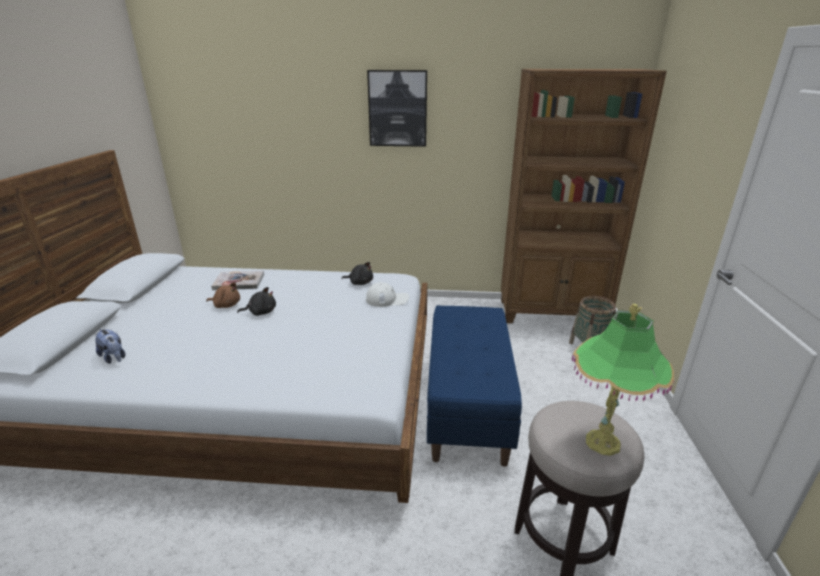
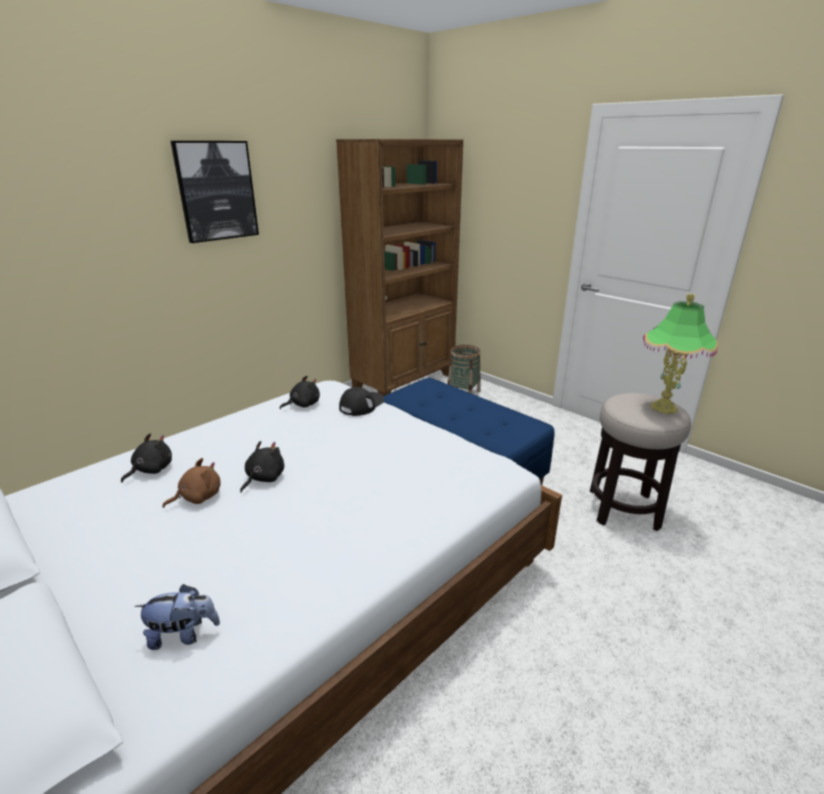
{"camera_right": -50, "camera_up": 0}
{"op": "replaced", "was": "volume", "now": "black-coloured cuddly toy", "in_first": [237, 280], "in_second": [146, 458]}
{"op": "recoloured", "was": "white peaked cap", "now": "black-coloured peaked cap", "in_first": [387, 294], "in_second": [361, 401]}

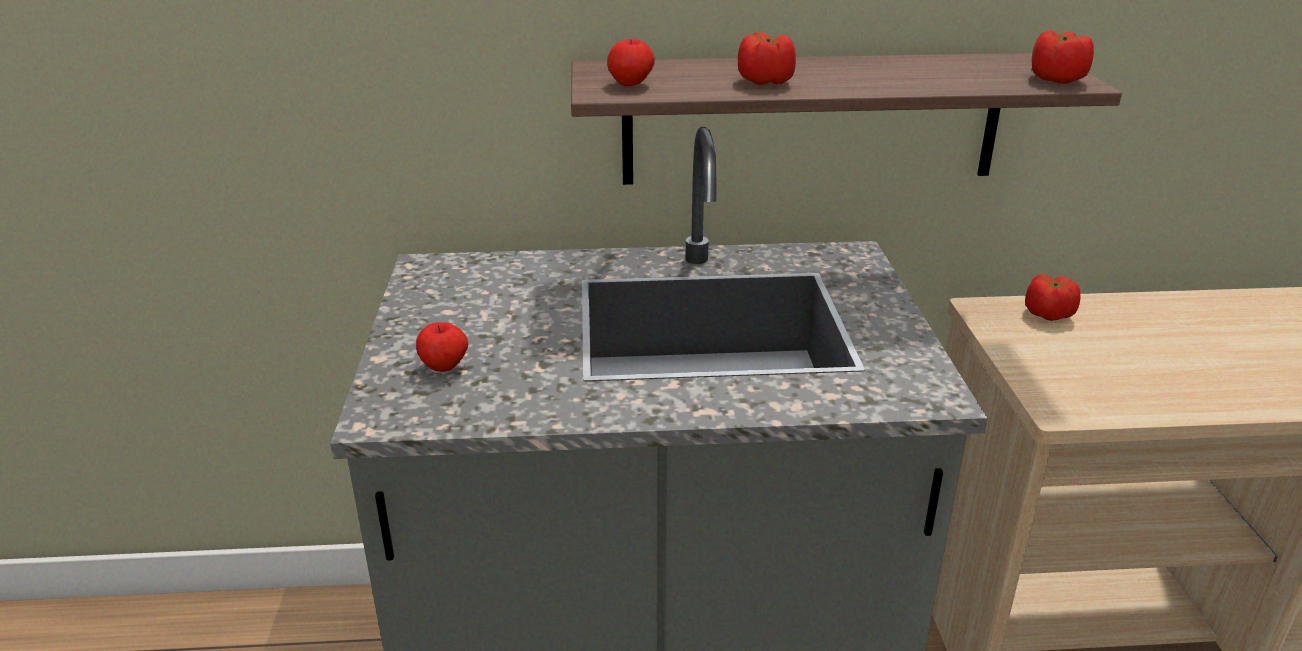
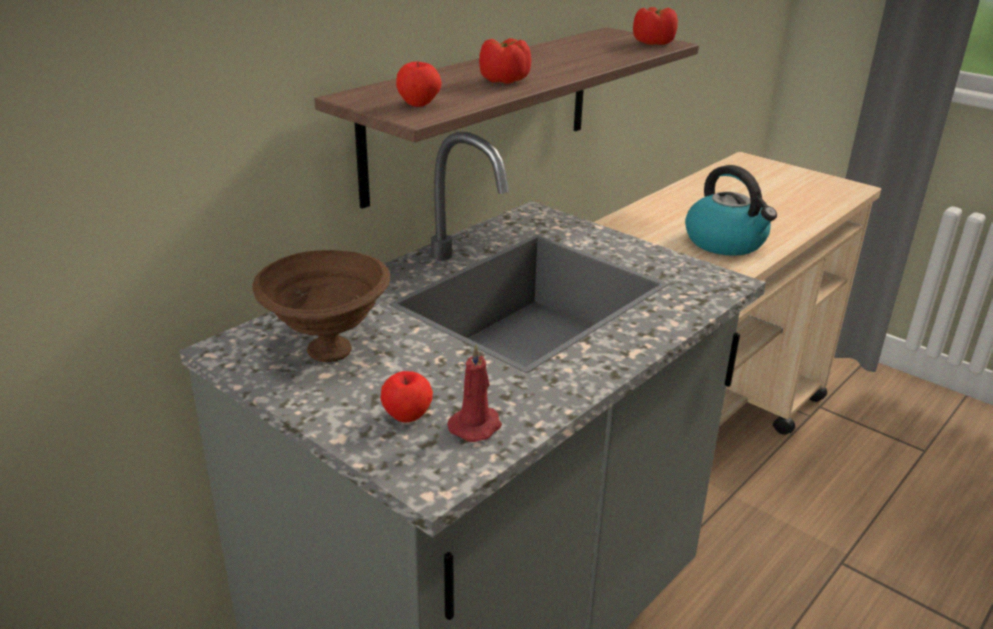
{"camera_right": -45, "camera_up": 0}
{"op": "removed", "was": "fresh tomato", "in_first": [1052, 297]}
{"op": "added", "now": "brownish deep dish", "in_second": [321, 306]}
{"op": "added", "now": "red-coloured wax candle", "in_second": [474, 393]}
{"op": "added", "now": "water kettle", "in_second": [731, 210]}

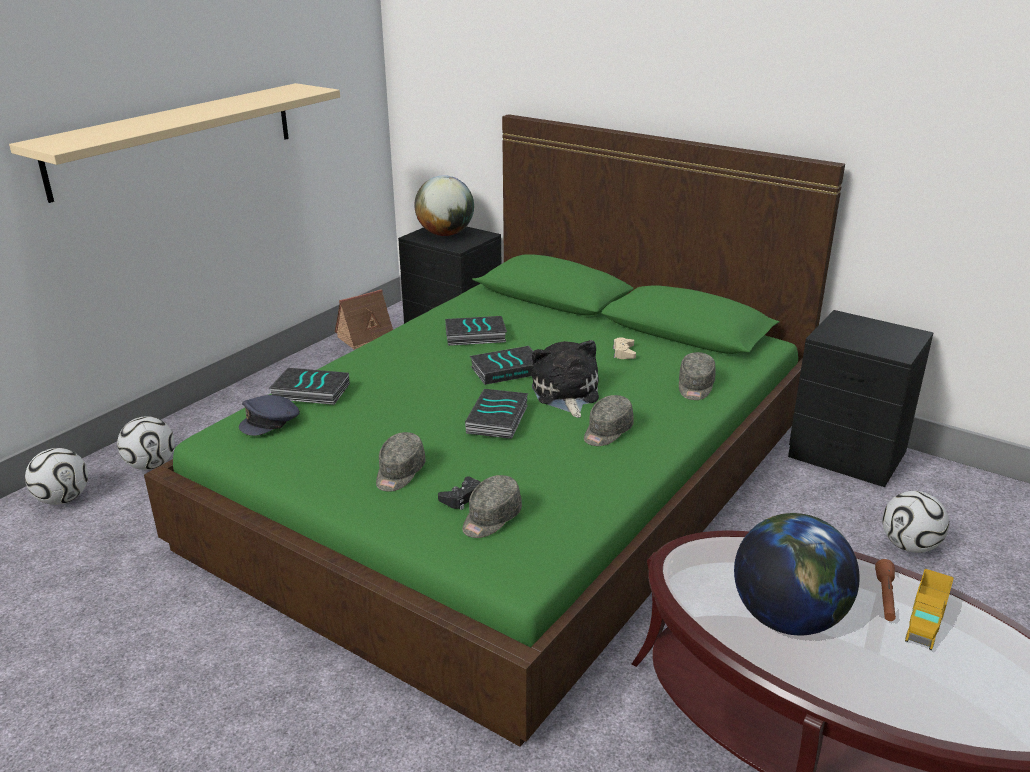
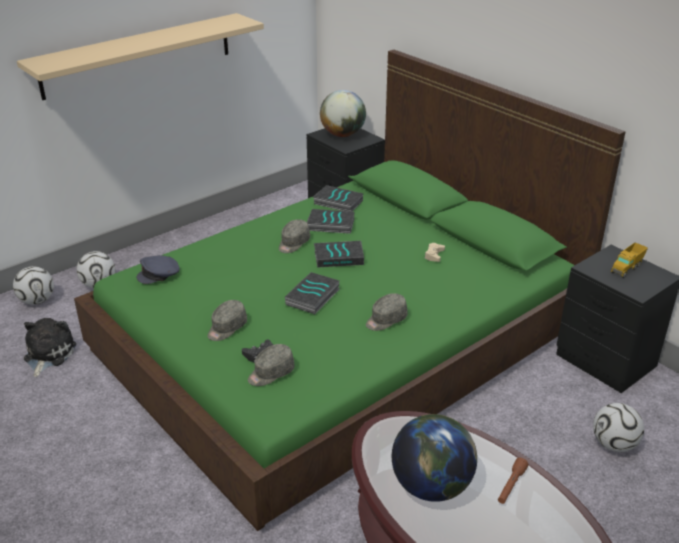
{"camera_right": 15, "camera_up": 5}
{"op": "moved", "was": "volume", "in_first": [309, 386], "in_second": [338, 198]}
{"op": "removed", "was": "model house", "in_first": [364, 319]}
{"op": "moved", "was": "cuddly toy", "in_first": [565, 379], "in_second": [50, 347]}
{"op": "moved", "was": "grey peaked cap", "in_first": [697, 376], "in_second": [294, 236]}
{"op": "moved", "was": "model truck", "in_first": [929, 609], "in_second": [629, 260]}

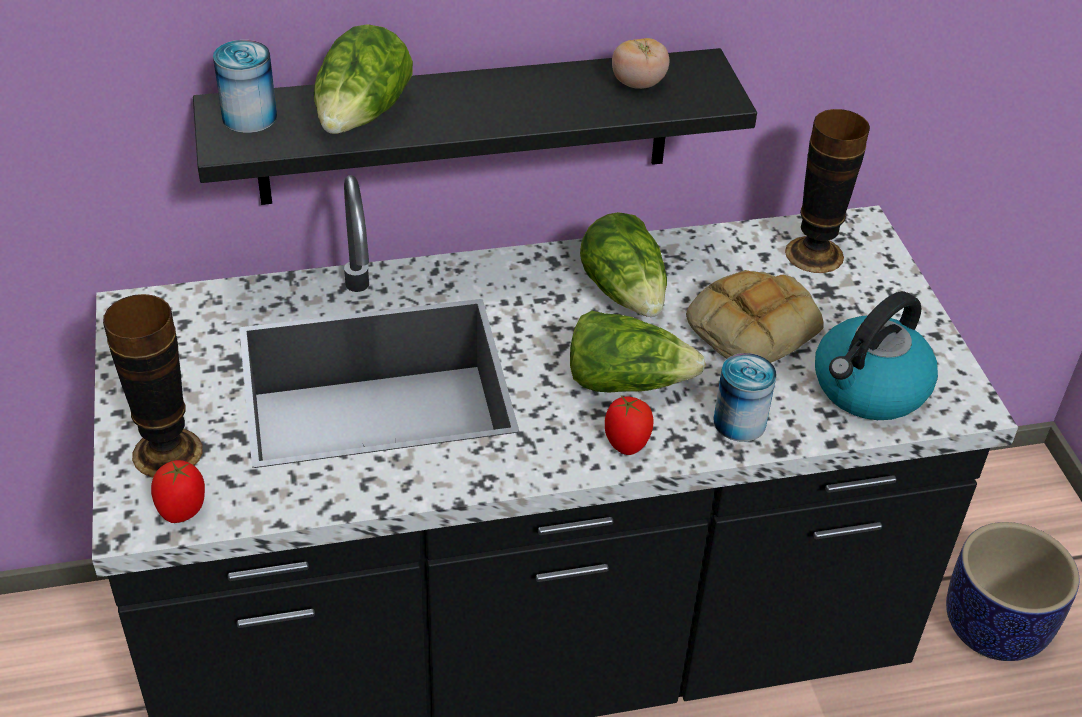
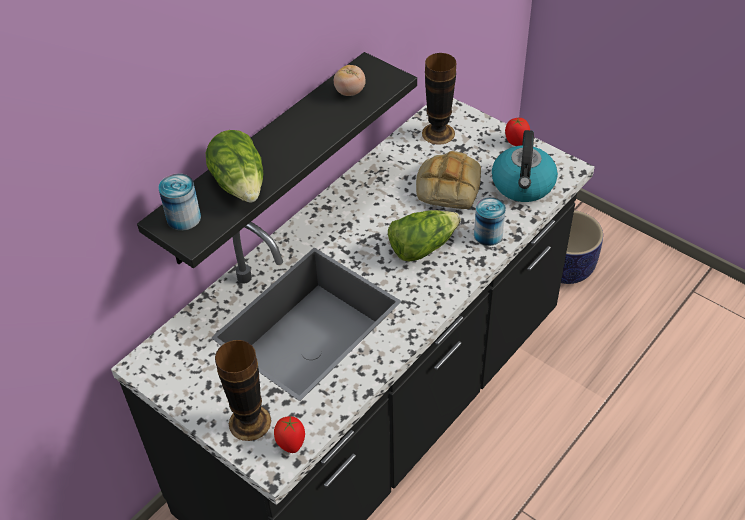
{"camera_right": -35, "camera_up": 5}
{"op": "removed", "was": "lettuce", "in_first": [623, 264]}
{"op": "moved", "was": "fresh tomato", "in_first": [629, 425], "in_second": [517, 132]}

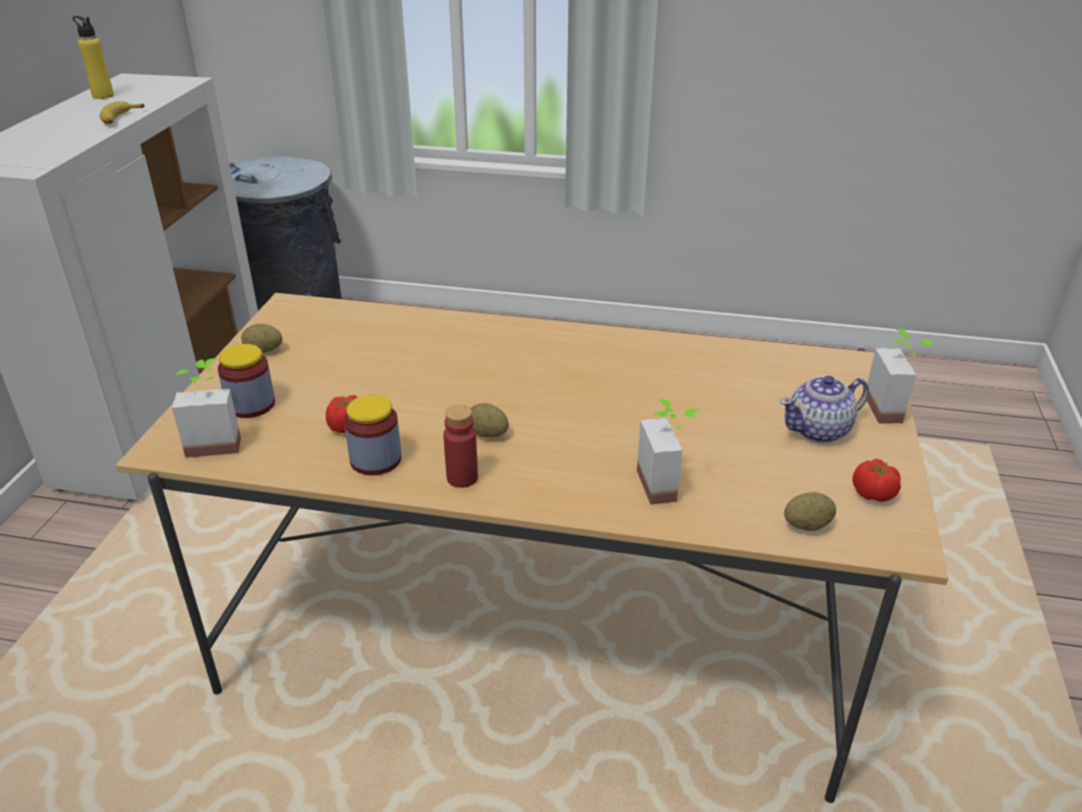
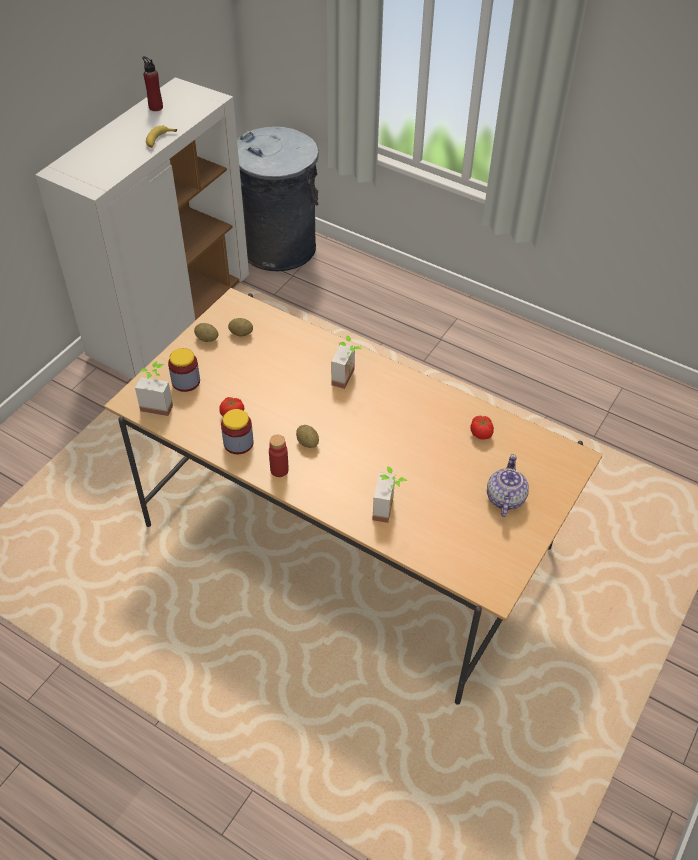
{"camera_right": 20, "camera_up": 15}
{"op": "recoloured", "was": "yellow beverage bottle", "now": "red-coloured beverage bottle", "in_first": [93, 57], "in_second": [152, 83]}
{"op": "turned", "was": "teapot", "in_first": [824, 409], "in_second": [508, 485], "clockwise": 105}
{"op": "moved", "was": "potato", "in_first": [810, 511], "in_second": [240, 327]}
{"op": "moved", "was": "fresh tomato", "in_first": [876, 480], "in_second": [482, 428]}
{"op": "moved", "was": "potted plant", "in_first": [900, 376], "in_second": [346, 362]}

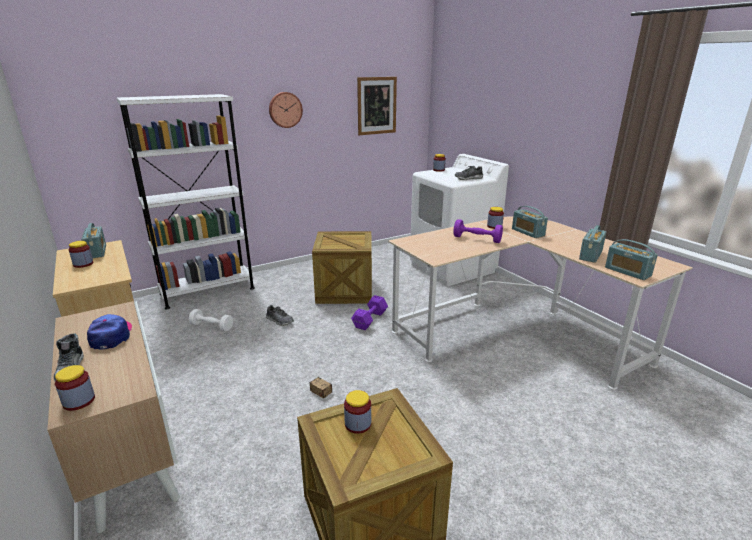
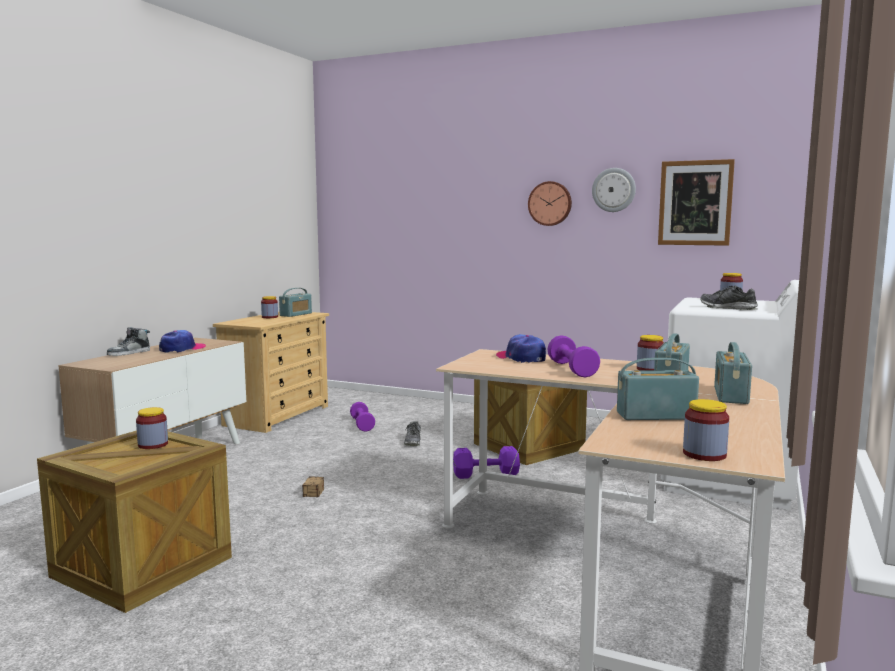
{"camera_right": 55, "camera_up": -15}
{"op": "moved", "was": "jar", "in_first": [75, 388], "in_second": [706, 430]}
{"op": "removed", "was": "white bookcase", "in_first": [186, 201]}
{"op": "recoloured", "was": "white free weight", "now": "purple free weight", "in_first": [211, 320], "in_second": [362, 417]}
{"op": "moved", "was": "radio set", "in_first": [631, 259], "in_second": [733, 373]}
{"op": "added", "now": "peaked cap", "in_second": [521, 348]}
{"op": "added", "now": "wall clock", "in_second": [614, 190]}

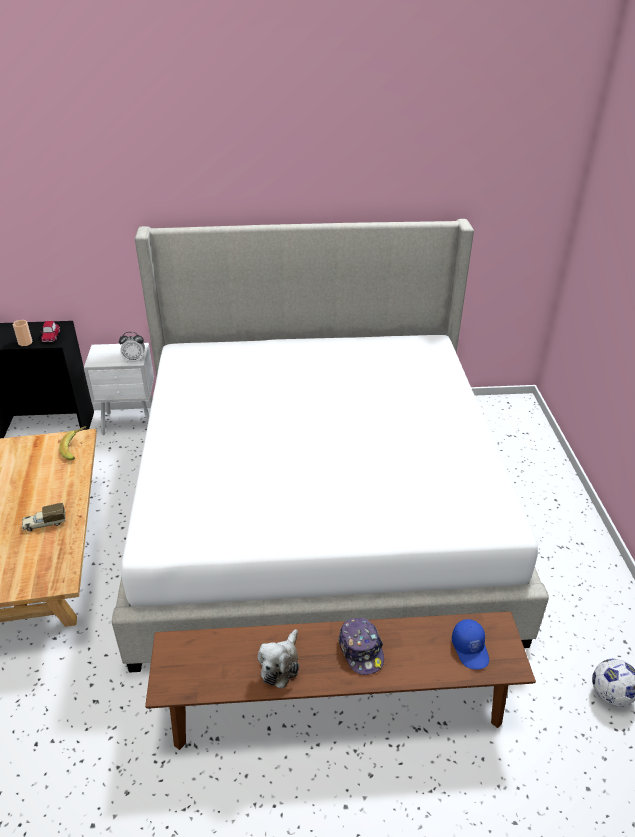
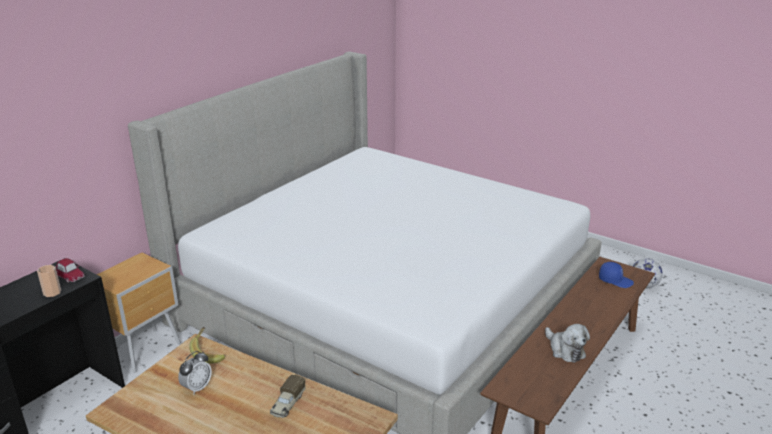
{"camera_right": -50, "camera_up": -10}
{"op": "recoloured", "was": "white nightstand", "now": "brownish nightstand", "in_first": [119, 389], "in_second": [139, 312]}
{"op": "moved", "was": "table clock", "in_first": [132, 347], "in_second": [195, 373]}
{"op": "removed", "was": "peaked cap", "in_first": [361, 646]}

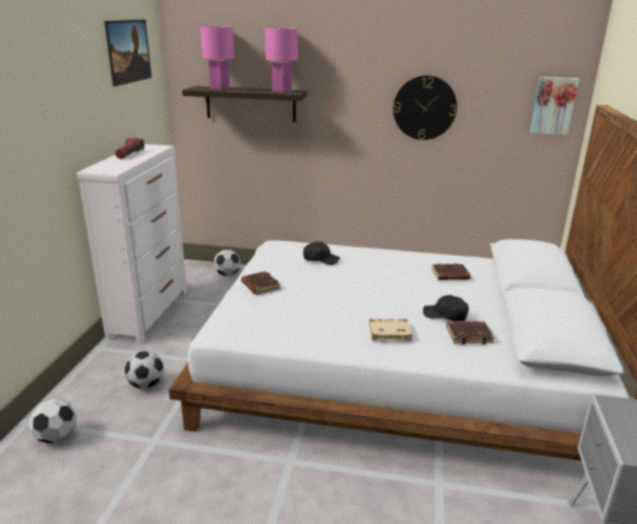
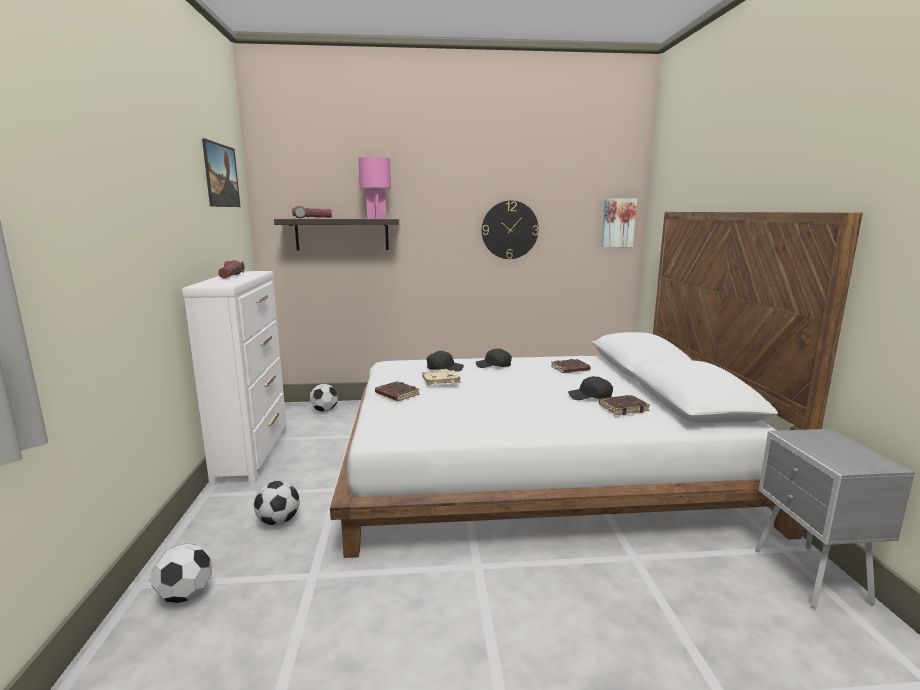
{"camera_right": -15, "camera_up": -10}
{"op": "replaced", "was": "pink-coloured table lamp", "now": "hand torch", "in_first": [217, 58], "in_second": [312, 212]}
{"op": "moved", "was": "sand-coloured volume", "in_first": [390, 330], "in_second": [441, 378]}
{"op": "added", "now": "black-coloured peaked cap", "in_second": [494, 358]}

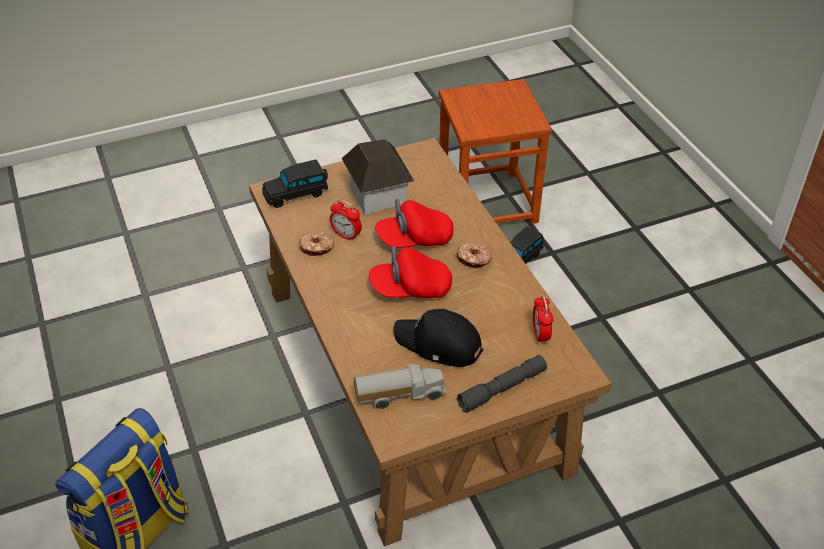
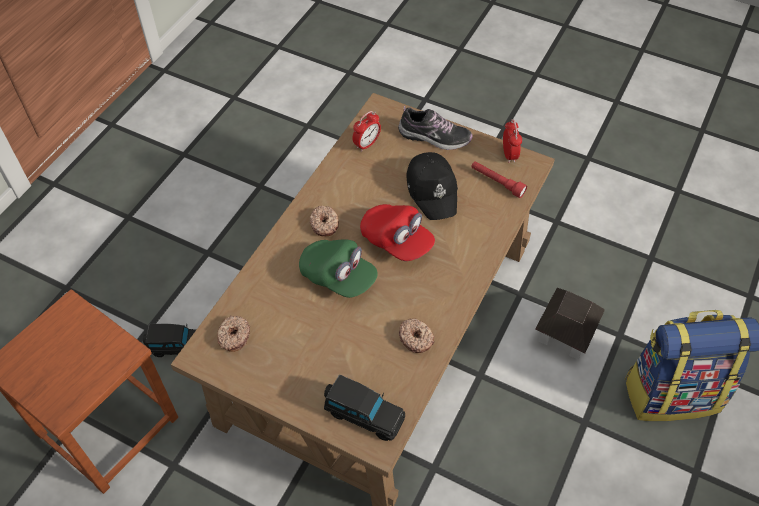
{"camera_right": -130, "camera_up": 10}
{"op": "moved", "was": "table clock", "in_first": [346, 220], "in_second": [512, 141]}
{"op": "moved", "was": "model house", "in_first": [378, 177], "in_second": [570, 323]}
{"op": "replaced", "was": "model truck", "now": "red-coloured hand torch", "in_first": [399, 386], "in_second": [499, 179]}
{"op": "recoloured", "was": "red-coloured peaked cap", "now": "green peaked cap", "in_first": [414, 223], "in_second": [338, 268]}
{"op": "replaced", "was": "grey hand torch", "now": "shoe", "in_first": [502, 384], "in_second": [435, 128]}
{"op": "added", "now": "ring doughnut", "in_second": [233, 333]}

